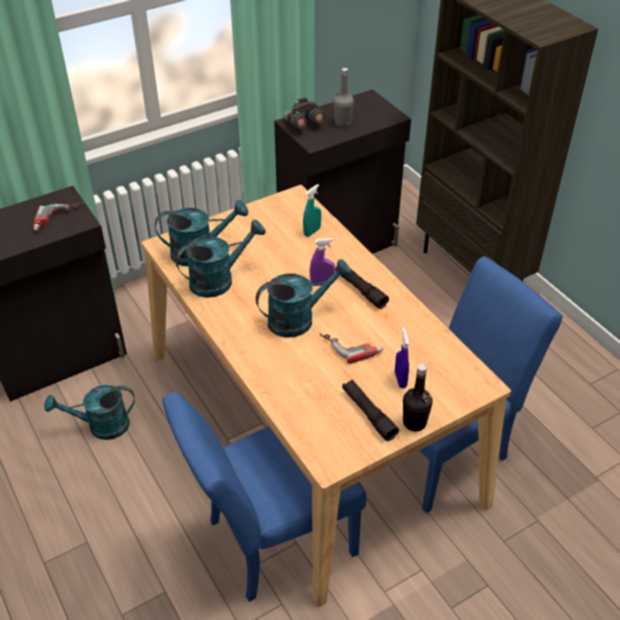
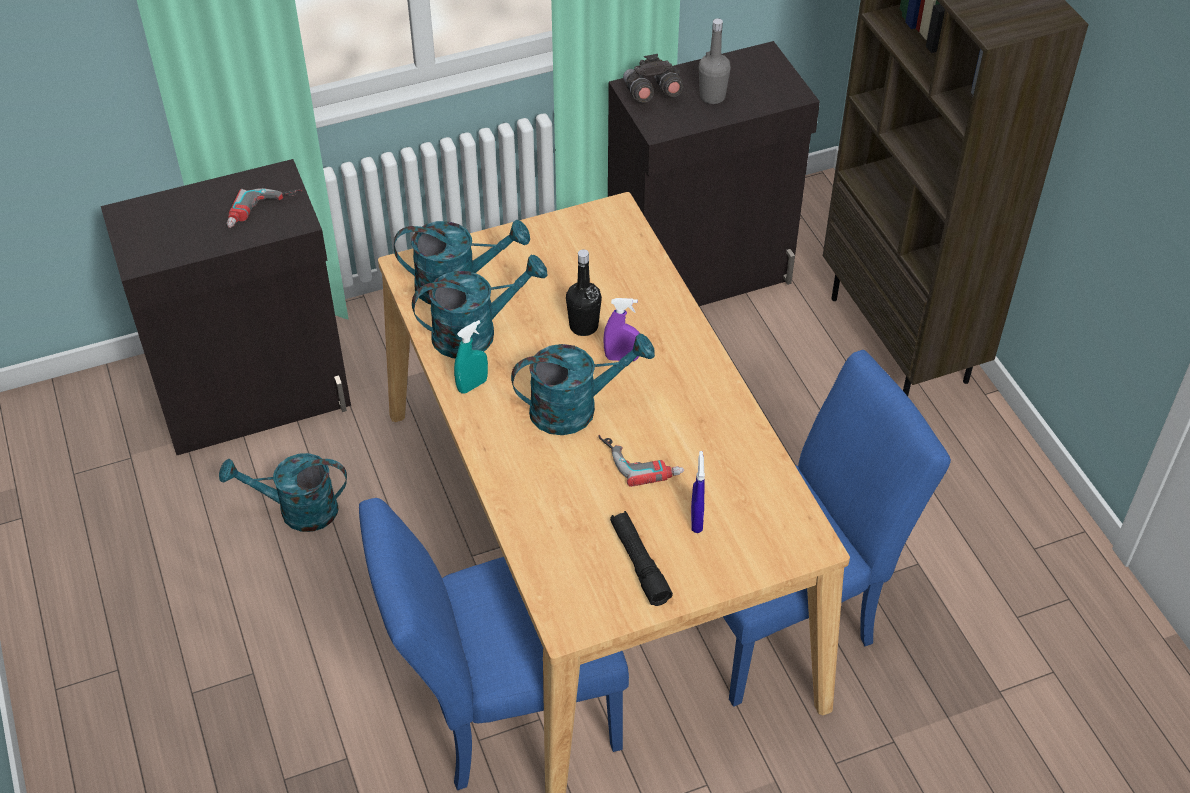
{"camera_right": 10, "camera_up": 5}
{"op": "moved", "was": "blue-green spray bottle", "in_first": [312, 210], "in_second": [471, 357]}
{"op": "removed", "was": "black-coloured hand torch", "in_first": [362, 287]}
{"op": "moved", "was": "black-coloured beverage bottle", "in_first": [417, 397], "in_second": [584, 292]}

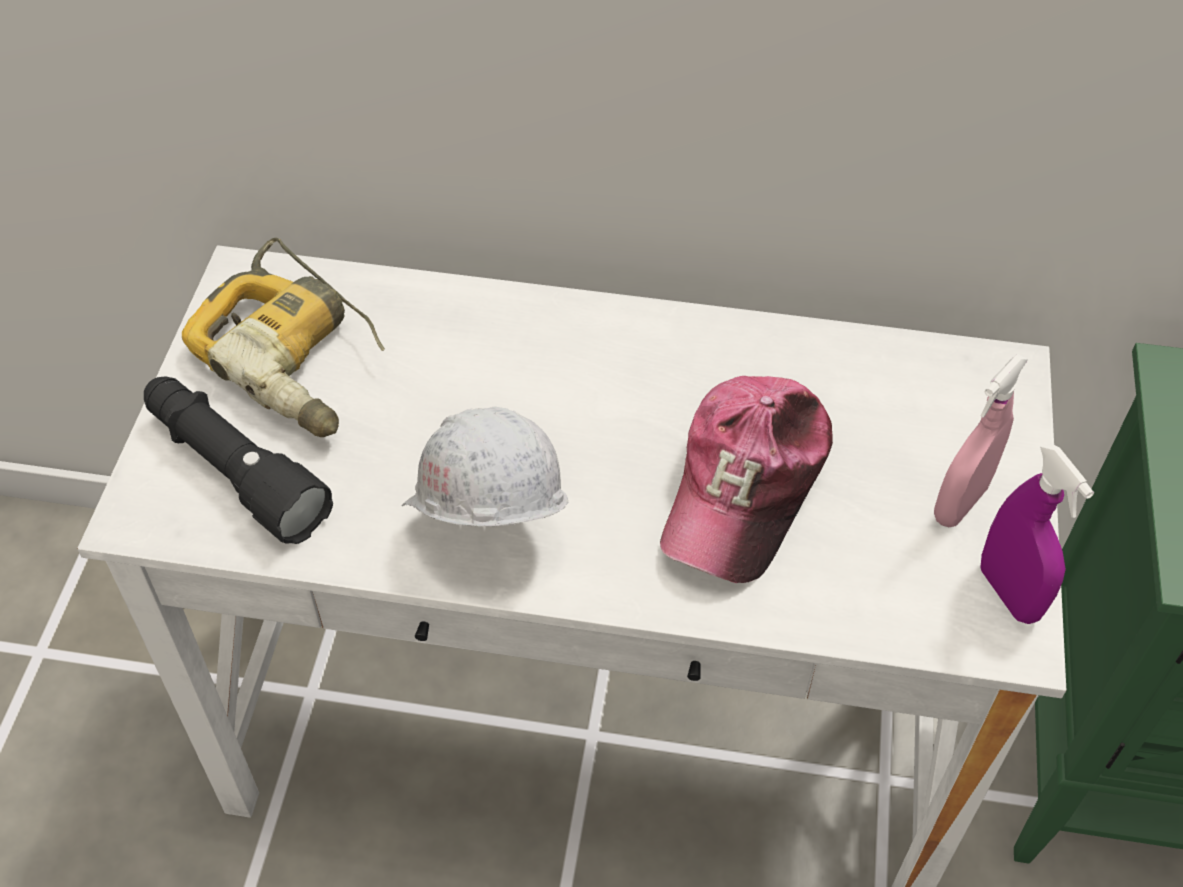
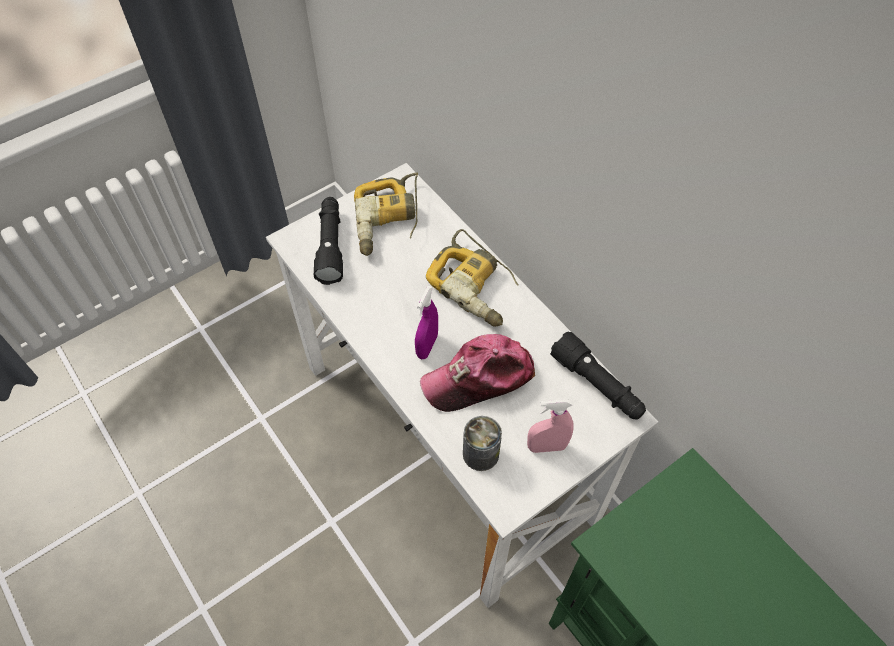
{"camera_right": 45, "camera_up": 5}
{"op": "removed", "was": "white hard hat", "in_first": [485, 466]}
{"op": "moved", "was": "purple spray bottle", "in_first": [1037, 533], "in_second": [426, 322]}
{"op": "added", "now": "electric drill", "in_second": [472, 278]}
{"op": "added", "now": "sealed can", "in_second": [482, 443]}
{"op": "added", "now": "black-coloured hand torch", "in_second": [598, 376]}

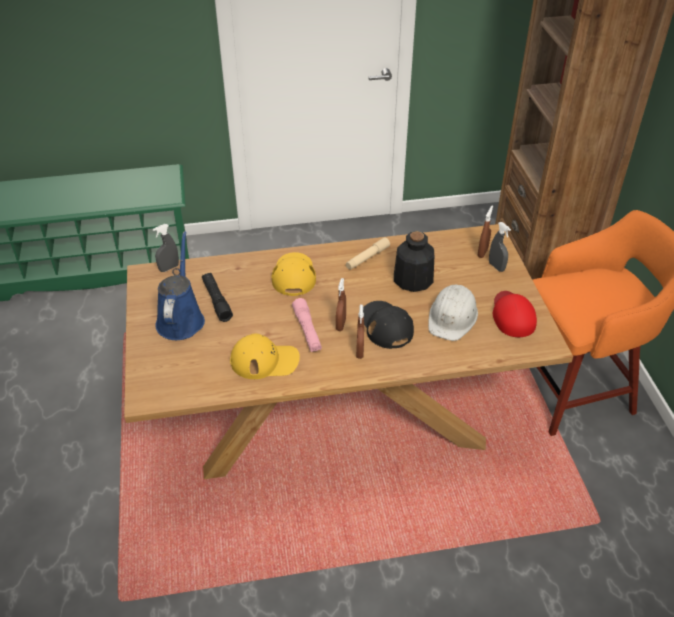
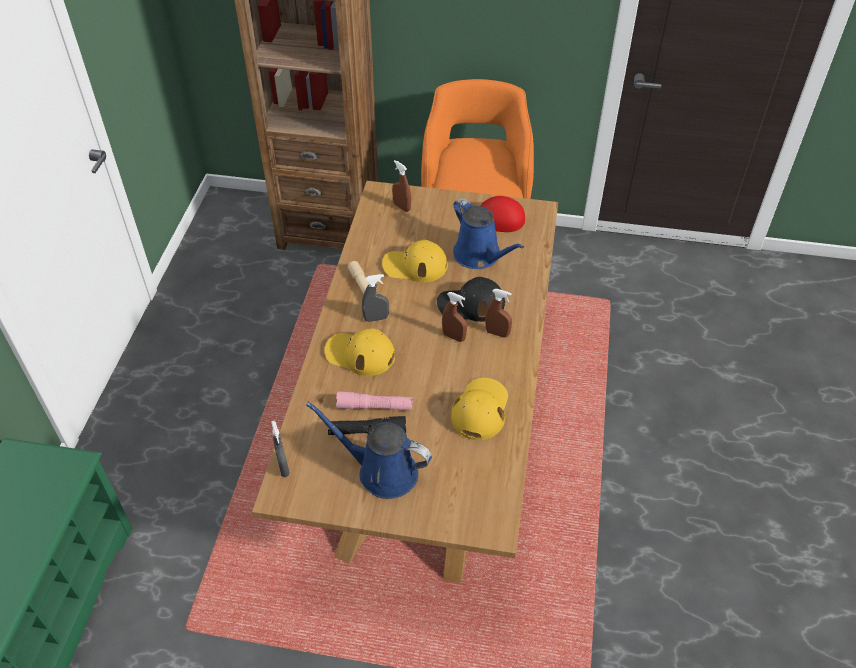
{"camera_right": -70, "camera_up": 5}
{"op": "moved", "was": "pink-coloured hand torch", "in_first": [307, 325], "in_second": [374, 401]}
{"op": "replaced", "was": "beverage bottle", "now": "yellow peaked cap", "in_first": [414, 261], "in_second": [415, 261]}
{"op": "replaced", "was": "white hard hat", "now": "blue sprinkling can", "in_first": [453, 313], "in_second": [488, 233]}
{"op": "moved", "was": "grey spray bottle", "in_first": [500, 247], "in_second": [375, 298]}

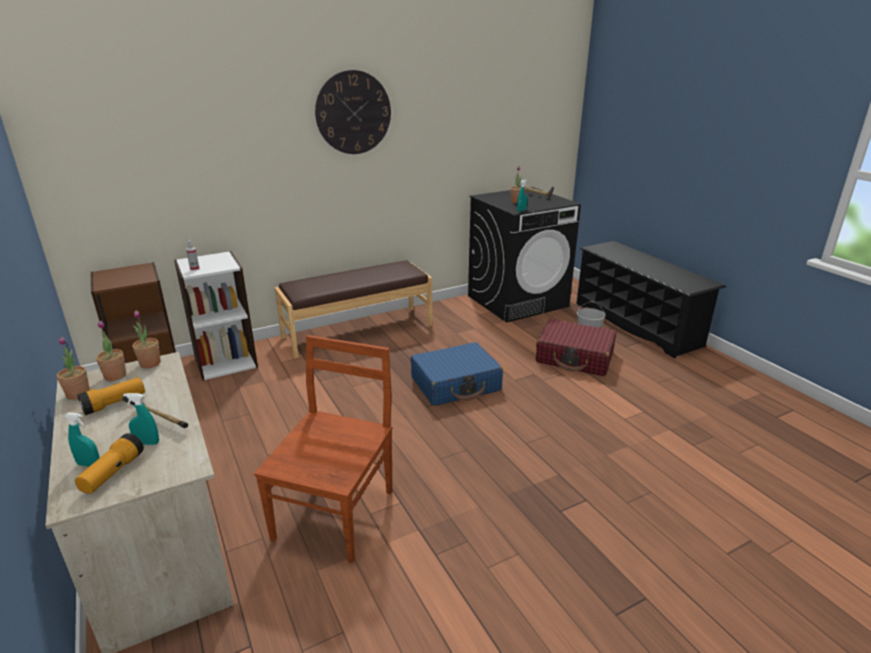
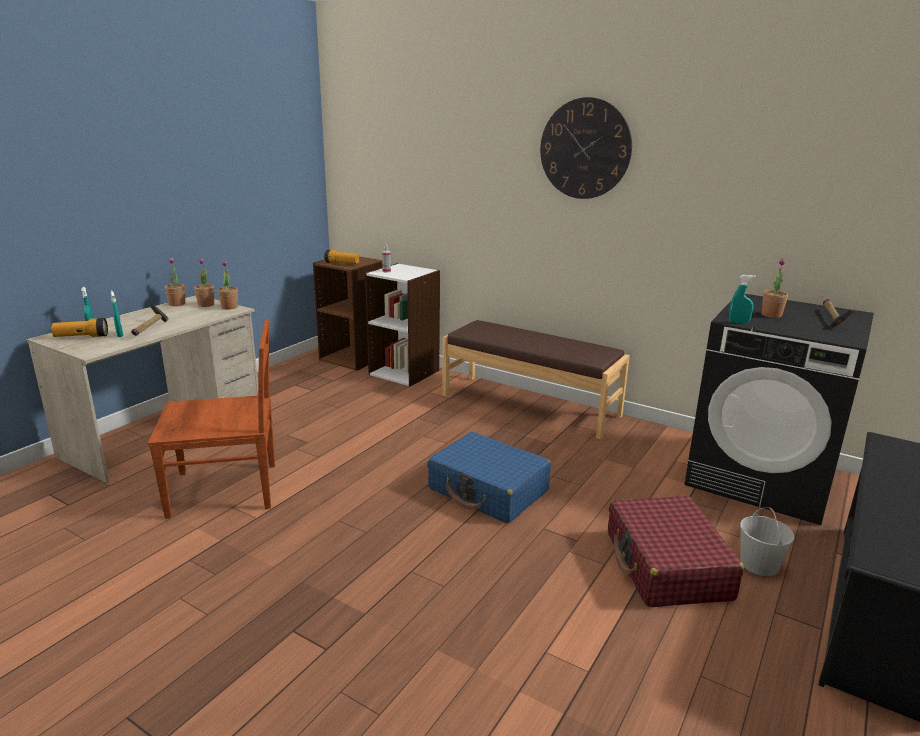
{"camera_right": 60, "camera_up": -5}
{"op": "moved", "was": "hand torch", "in_first": [111, 396], "in_second": [342, 257]}

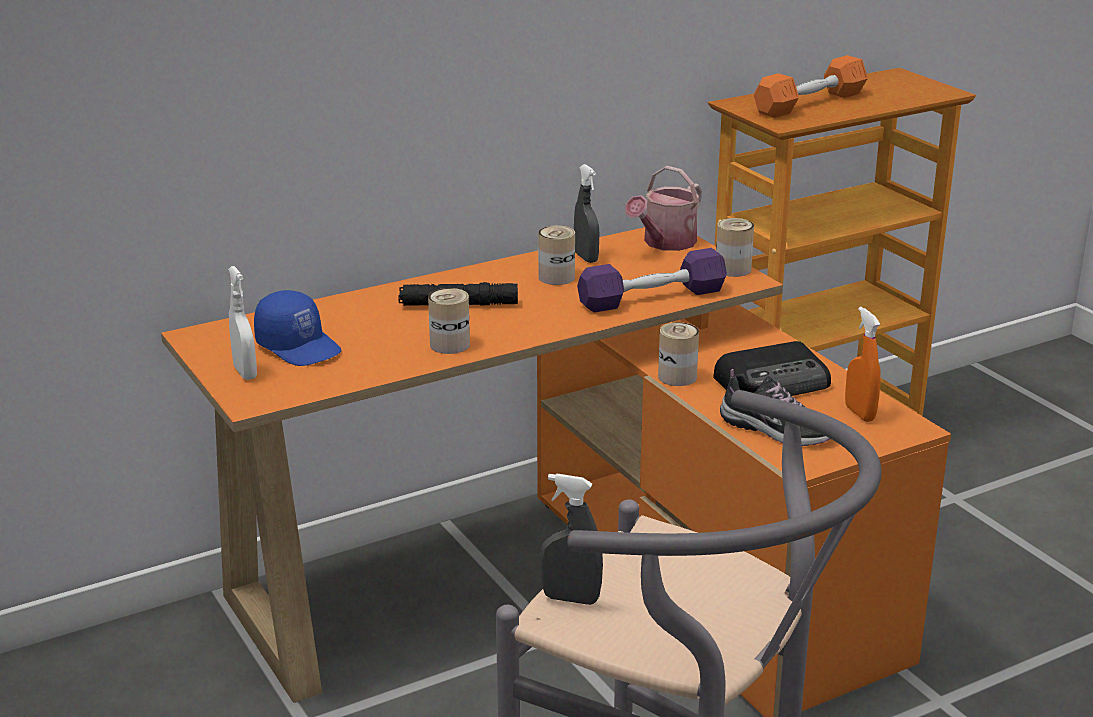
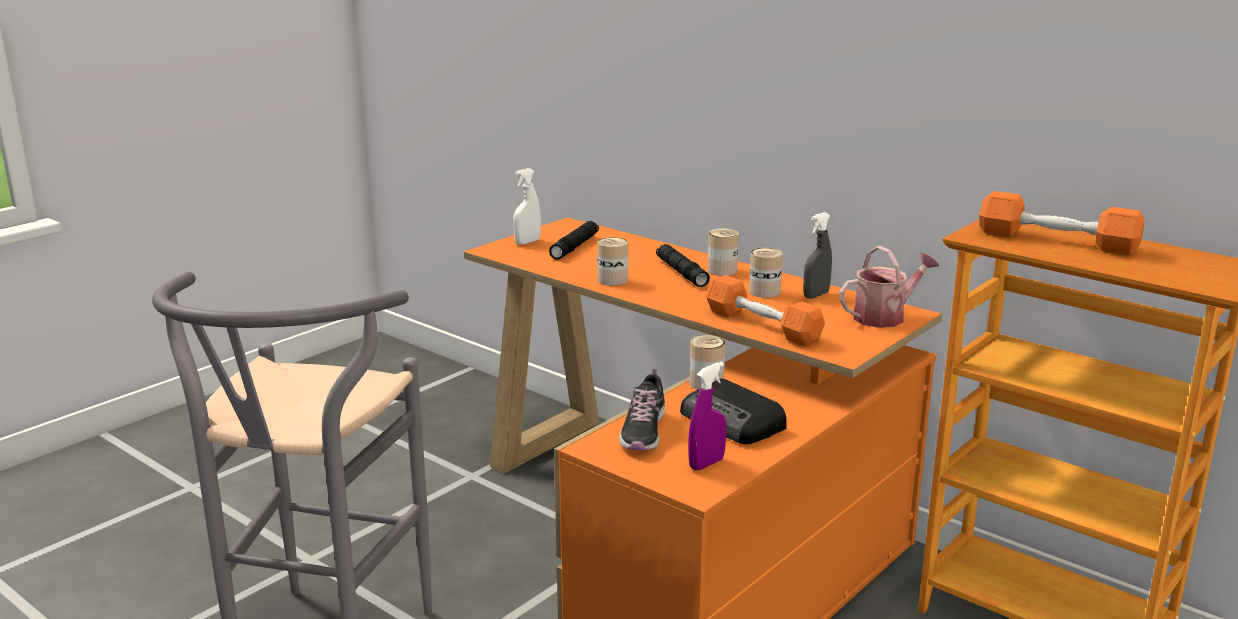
{"camera_right": 70, "camera_up": -5}
{"op": "replaced", "was": "blue peaked cap", "now": "black-coloured hand torch", "in_first": [298, 328], "in_second": [574, 240]}
{"op": "removed", "was": "grey spray bottle", "in_first": [571, 539]}
{"op": "recoloured", "was": "purple free weight", "now": "orange-coloured free weight", "in_first": [652, 280], "in_second": [765, 311]}
{"op": "turned", "was": "sprinkling can", "in_first": [663, 208], "in_second": [889, 287], "clockwise": 135}
{"op": "moved", "was": "sealed can", "in_first": [735, 247], "in_second": [723, 252]}
{"op": "recoloured", "was": "orange-coloured spray bottle", "now": "purple spray bottle", "in_first": [862, 364], "in_second": [707, 416]}

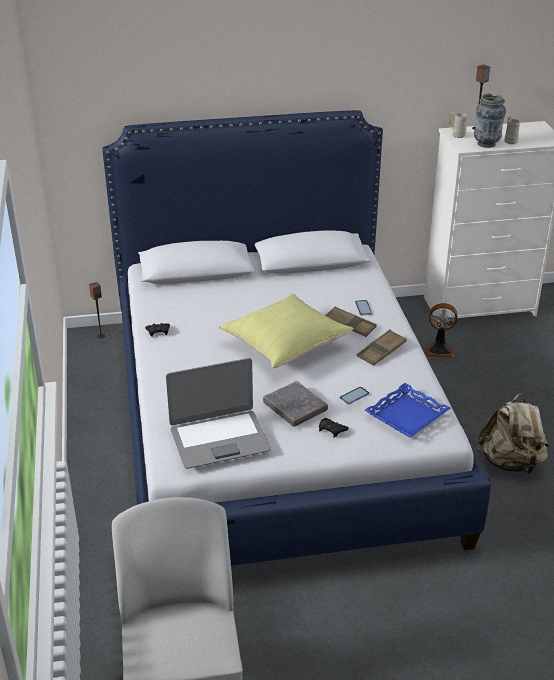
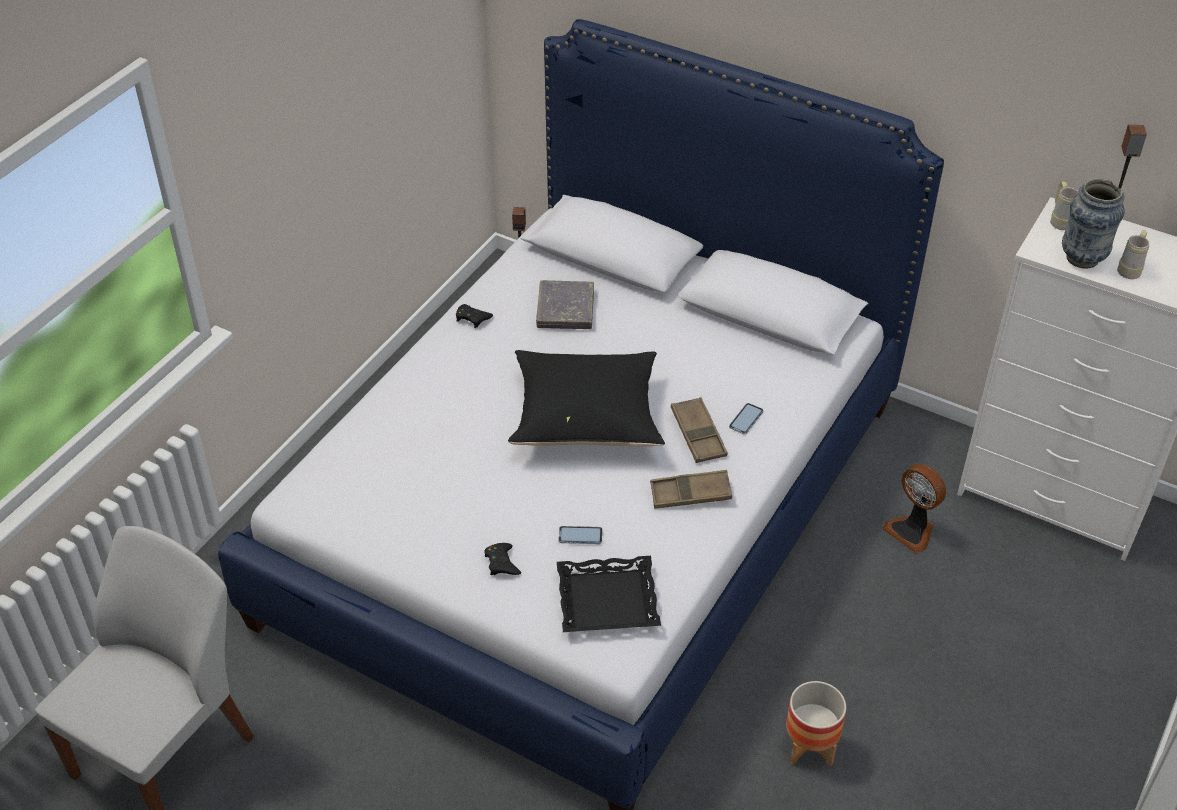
{"camera_right": 40, "camera_up": 10}
{"op": "removed", "was": "portable computer", "in_first": [218, 413]}
{"op": "recoloured", "was": "yellow throw pillow", "now": "black-coloured throw pillow", "in_first": [286, 330], "in_second": [586, 398]}
{"op": "moved", "was": "grey volume", "in_first": [295, 404], "in_second": [565, 304]}
{"op": "recoloured", "was": "blue carrying tray", "now": "black-coloured carrying tray", "in_first": [408, 410], "in_second": [609, 594]}
{"op": "replaced", "was": "sand-coloured rucksack", "now": "planter", "in_first": [513, 433], "in_second": [816, 723]}

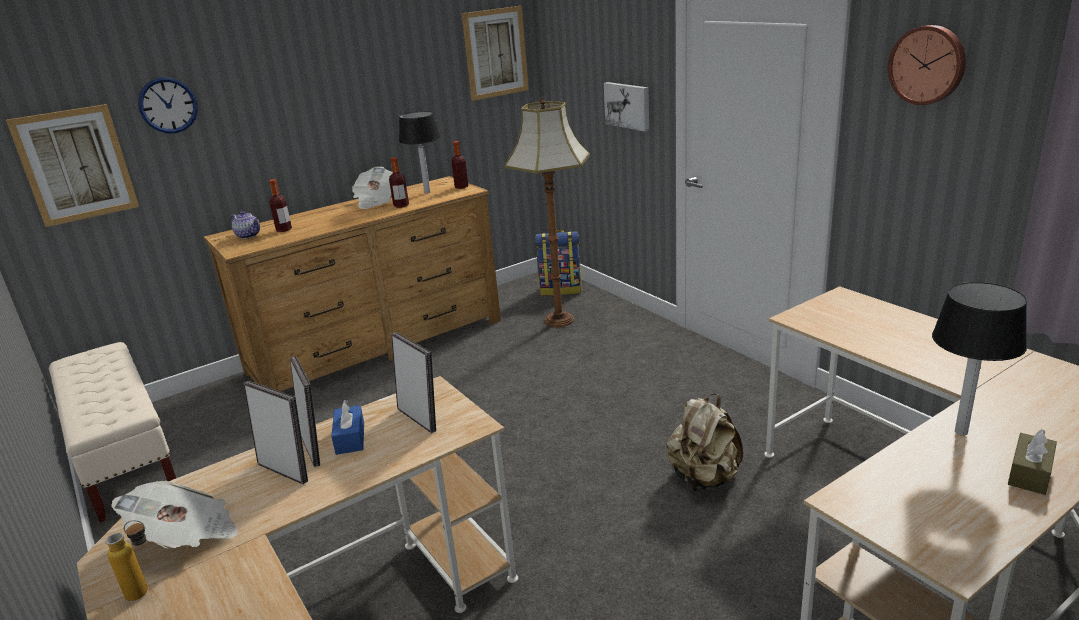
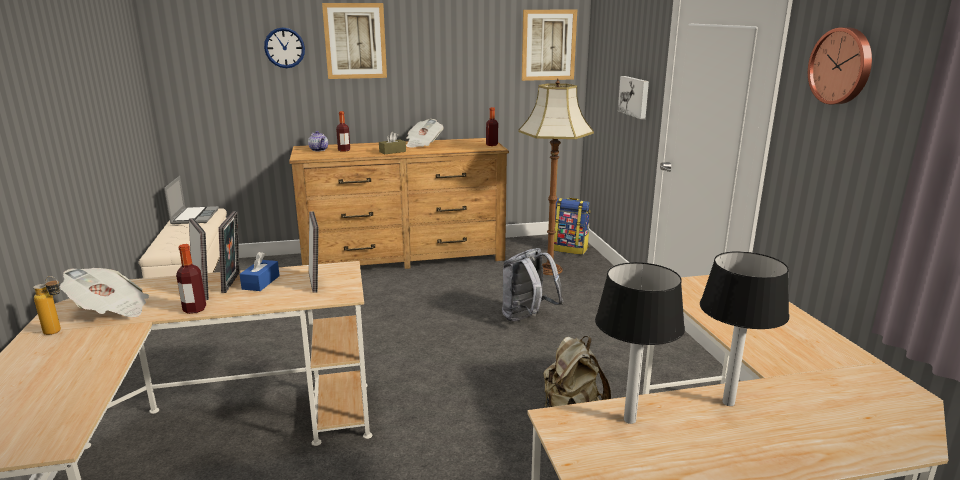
{"camera_right": 20, "camera_up": -5}
{"op": "moved", "was": "wall picture", "in_first": [72, 165], "in_second": [354, 41]}
{"op": "moved", "was": "beverage bottle", "in_first": [399, 182], "in_second": [191, 279]}
{"op": "moved", "was": "table lamp", "in_first": [419, 152], "in_second": [640, 343]}
{"op": "moved", "was": "brownish box of tissues", "in_first": [1032, 462], "in_second": [392, 143]}
{"op": "added", "now": "portable computer", "in_second": [191, 200]}
{"op": "added", "now": "grey rucksack", "in_second": [533, 285]}

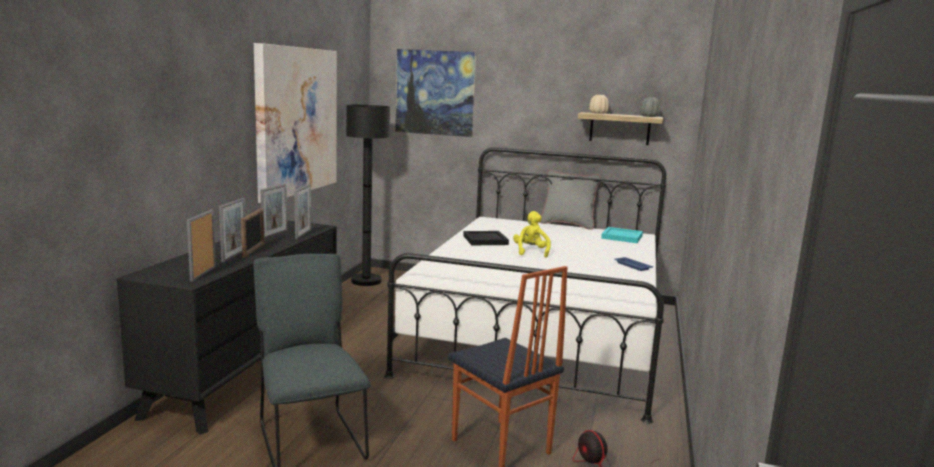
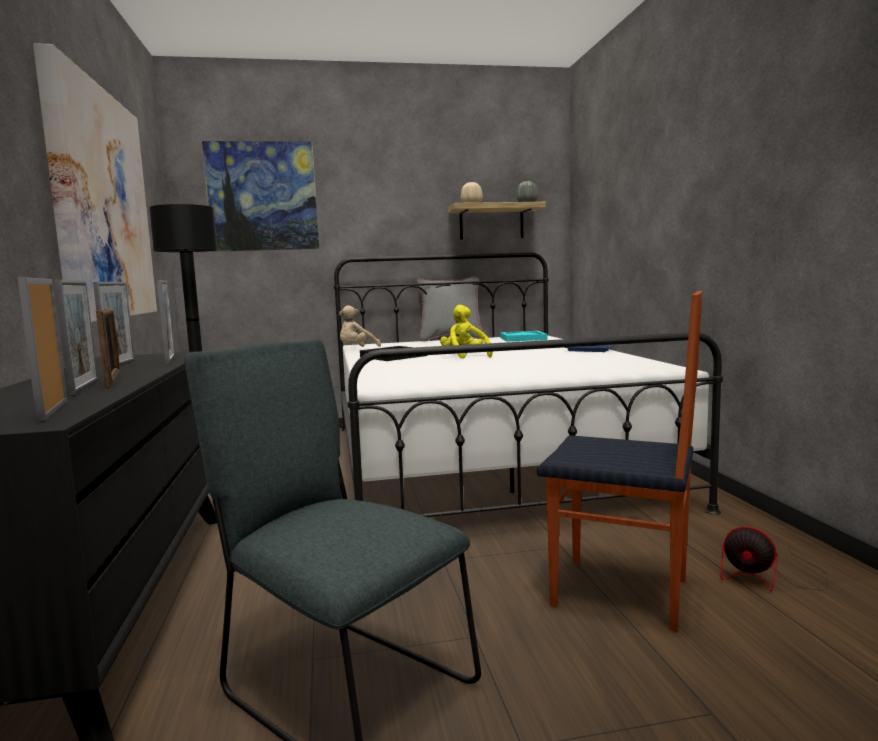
{"camera_right": -25, "camera_up": -5}
{"op": "added", "now": "sand-coloured cuddly toy", "in_second": [360, 326]}

